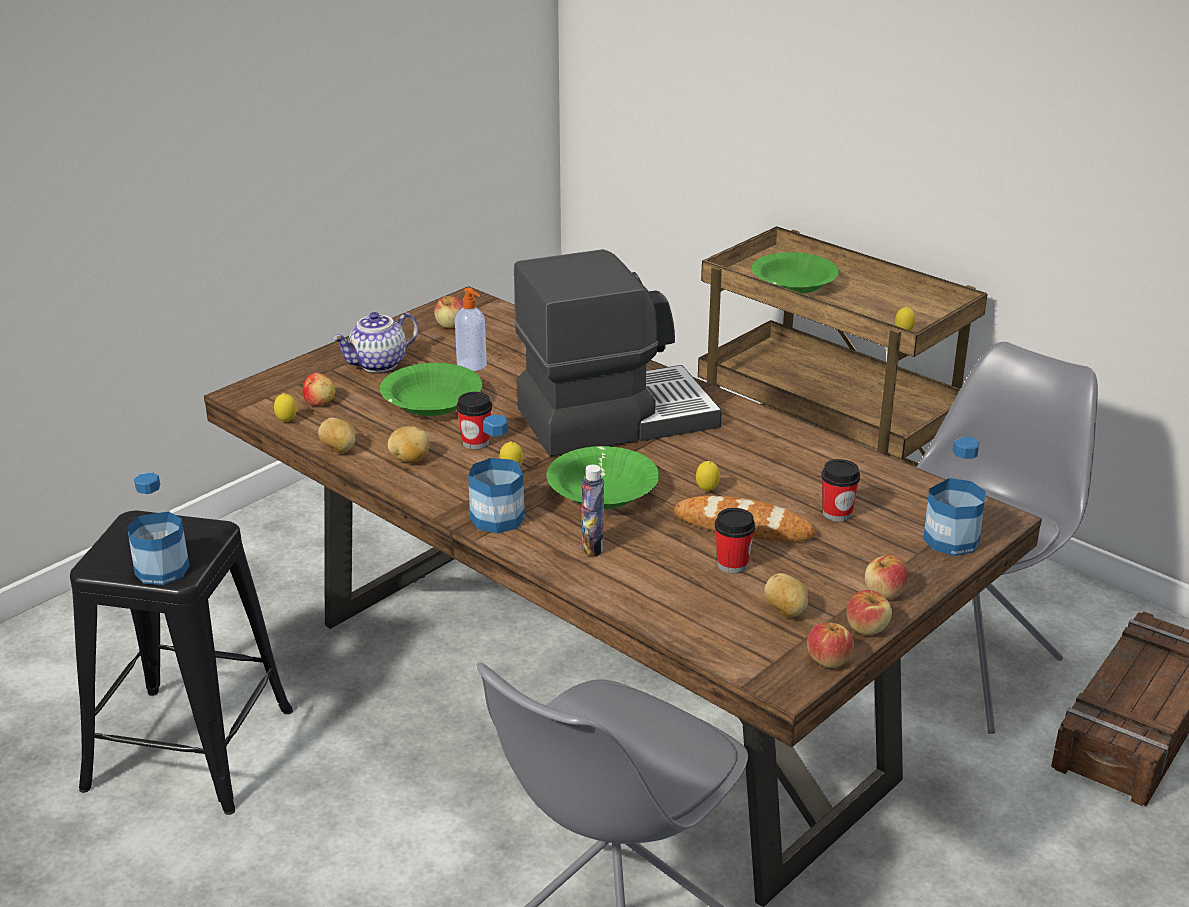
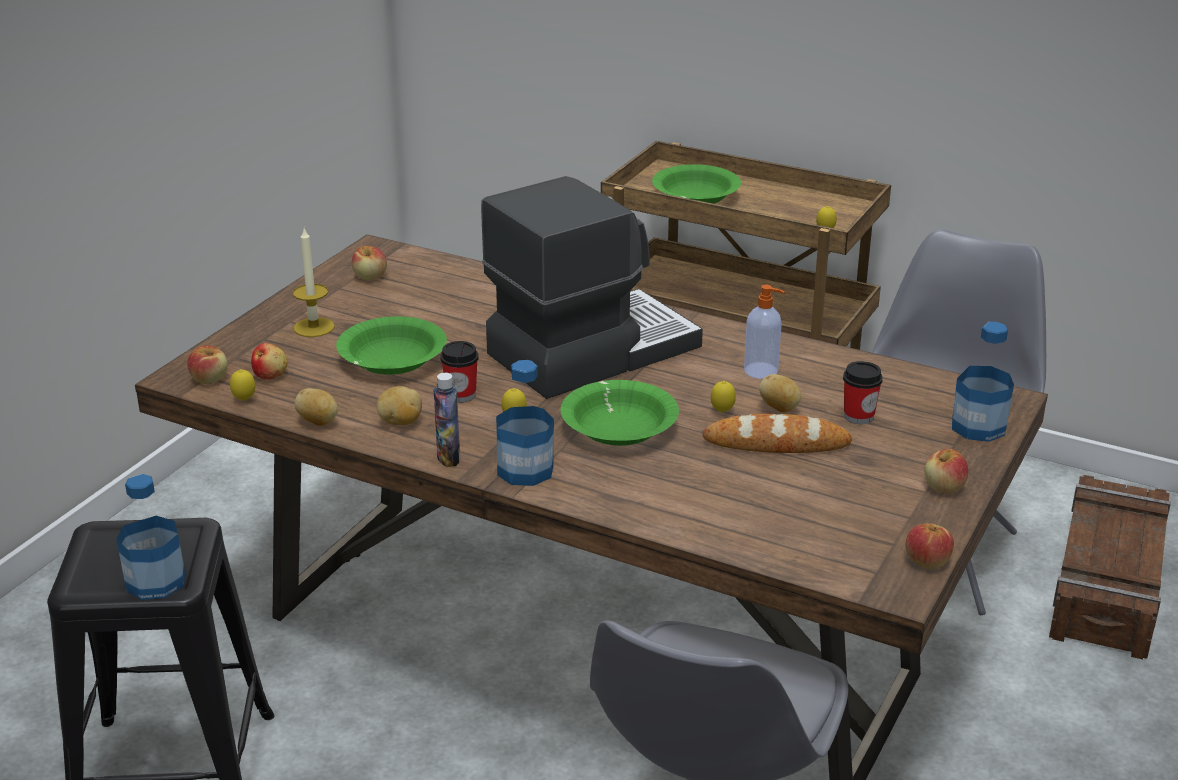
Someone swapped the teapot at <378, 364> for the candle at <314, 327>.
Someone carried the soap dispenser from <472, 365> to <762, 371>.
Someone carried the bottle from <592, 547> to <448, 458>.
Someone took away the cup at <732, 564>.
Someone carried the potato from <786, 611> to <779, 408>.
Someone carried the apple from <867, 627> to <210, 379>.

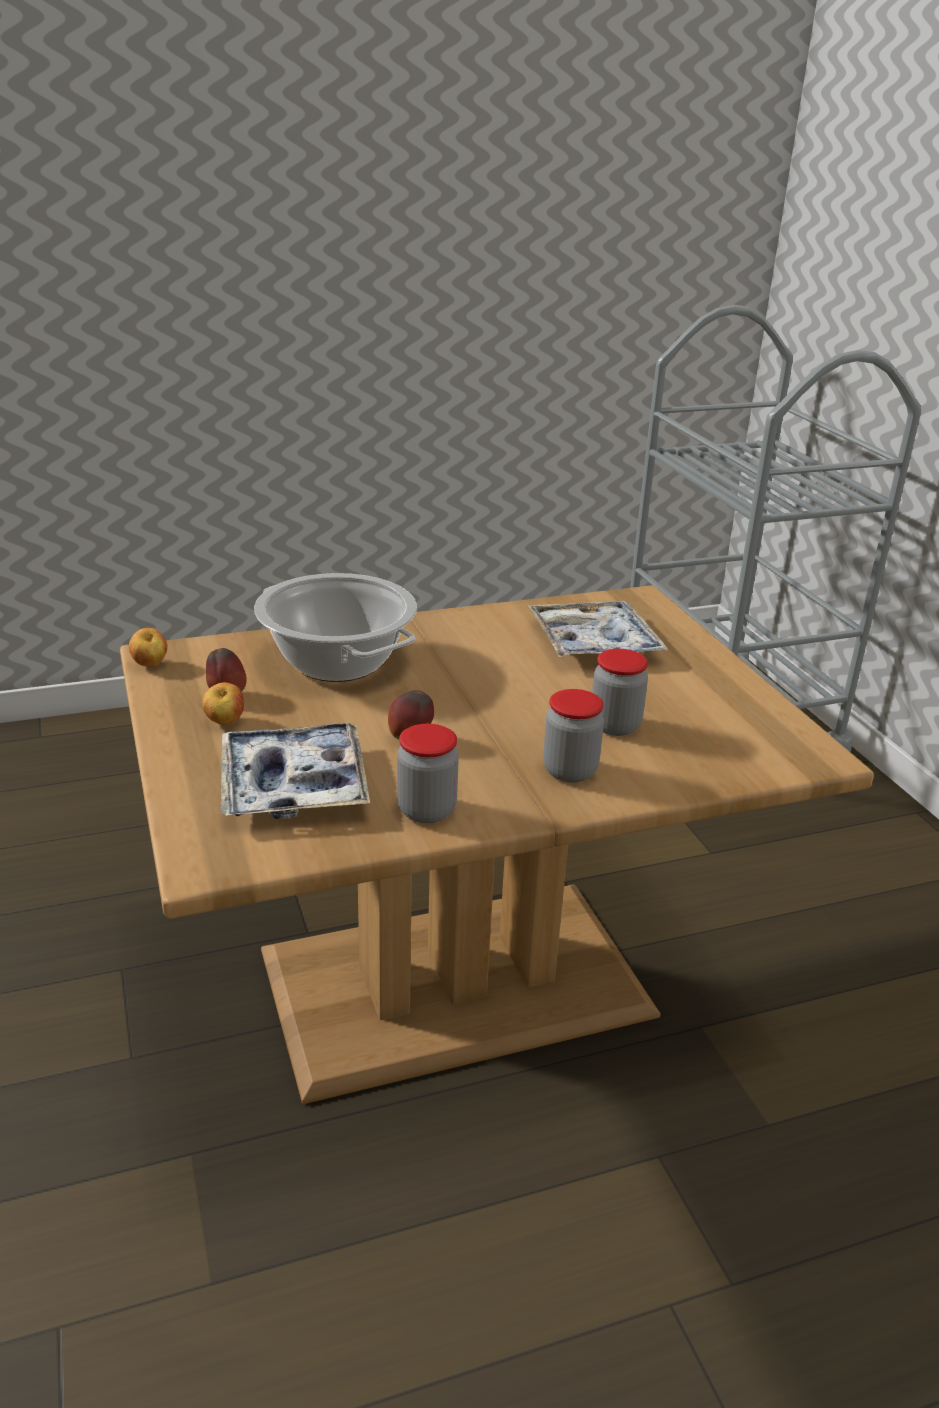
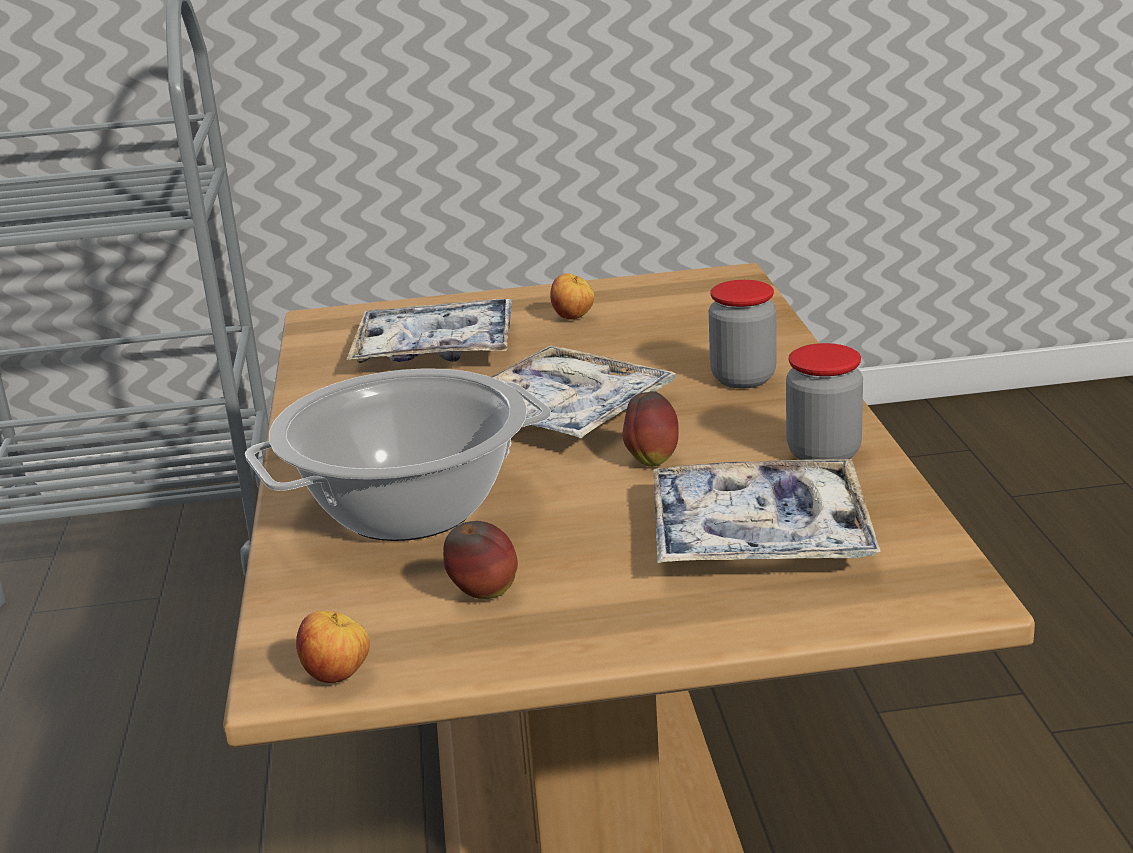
Someone carried the apple from <224, 722> to <573, 318>.
Someone took away the jar at <615, 726>.
Someone put down the tray at <566, 412>.

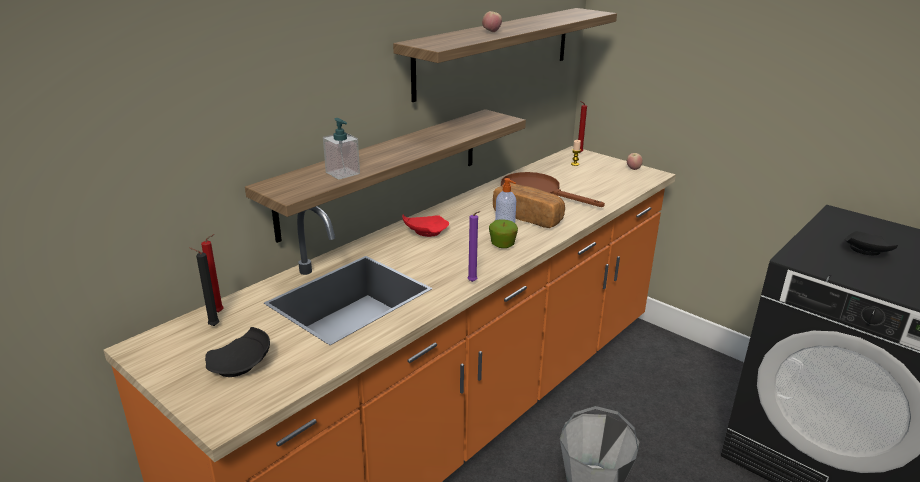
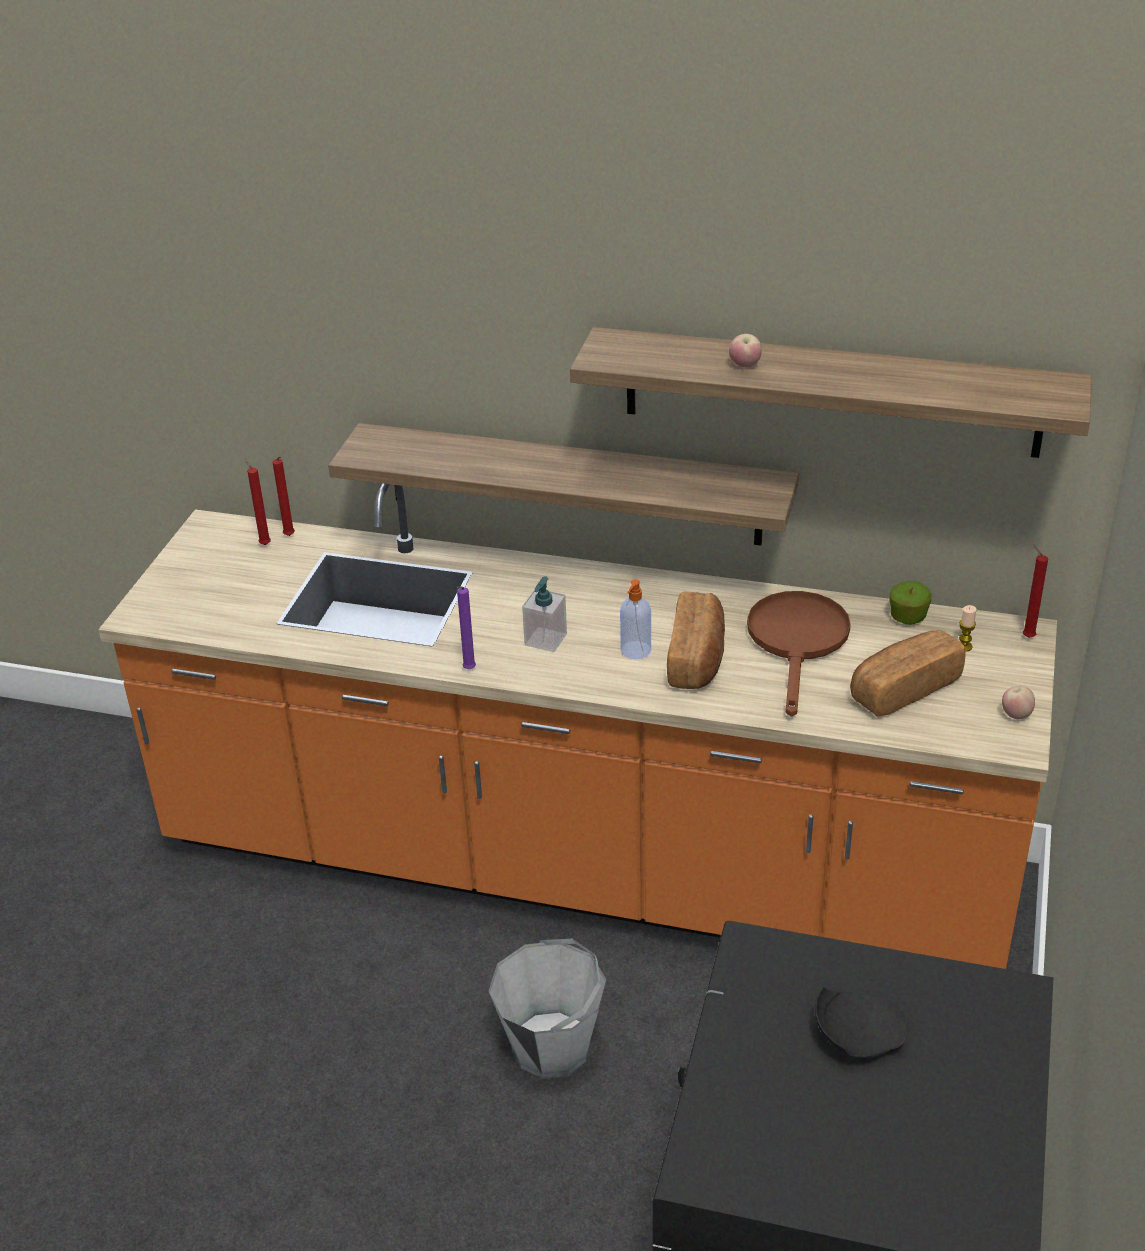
Someone repainted the black candle at <212, 326>, which became the red candle at <264, 544>.
Someone took away the black plate at <241, 365>.
Someone carried the soap dispenser from <343, 173> to <545, 639>.
Someone took away the red plate at <425, 232>.
Someone carried the apple from <502, 245> to <908, 617>.
Someone put down the bread at <903, 689>.

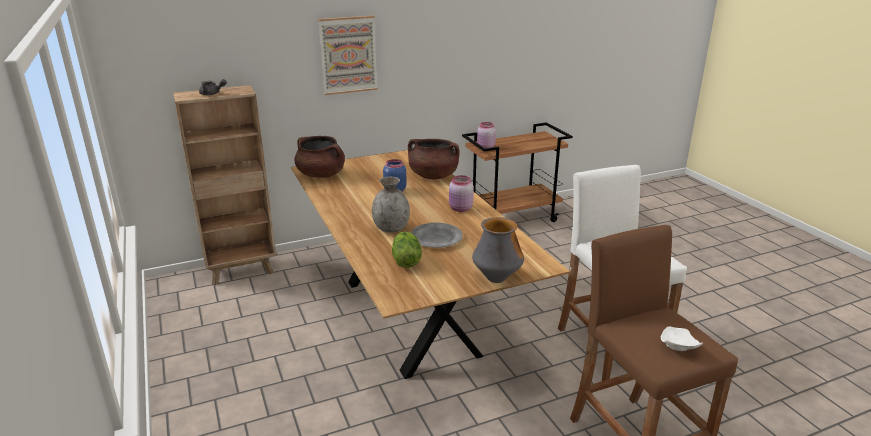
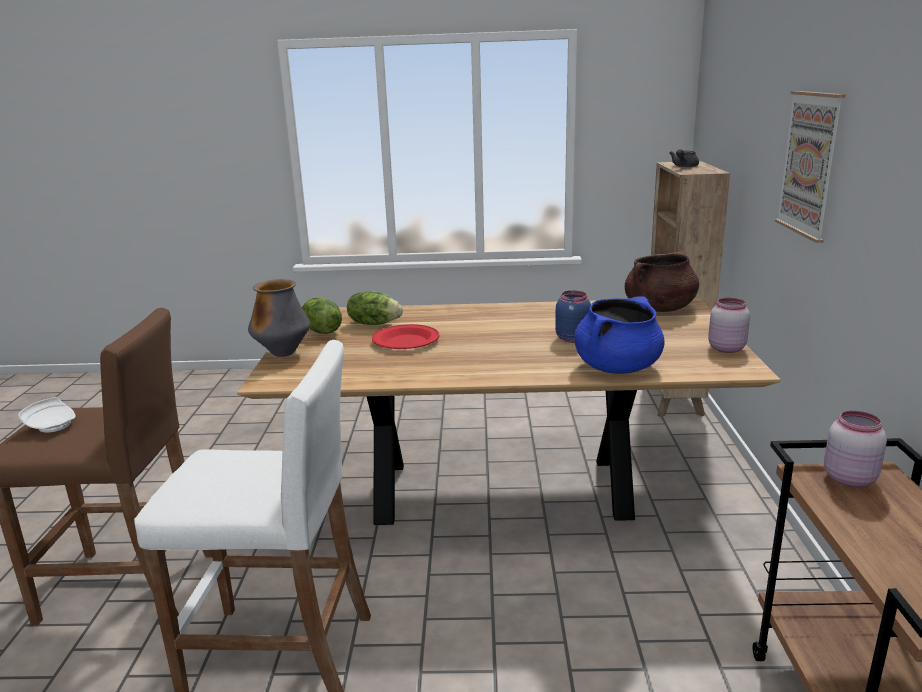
Someone took away the grey vase at <391, 228>.
Someone repainted the brown cooking pot at <433, 176>, which became the blue cooking pot at <617, 367>.
Someone repainted the grey plate at <436, 238>, which became the red plate at <406, 341>.
Someone carried the pink jar from <460, 209> to <725, 348>.
Someone put down the lettuce at <321, 331>.

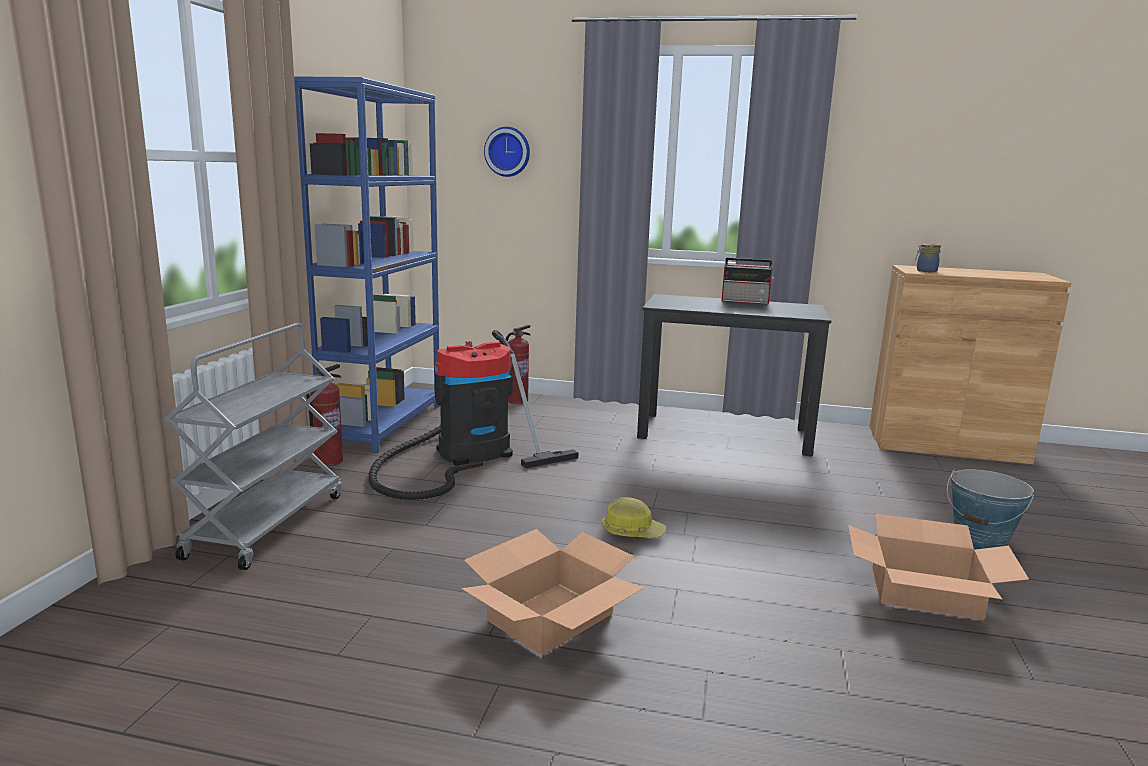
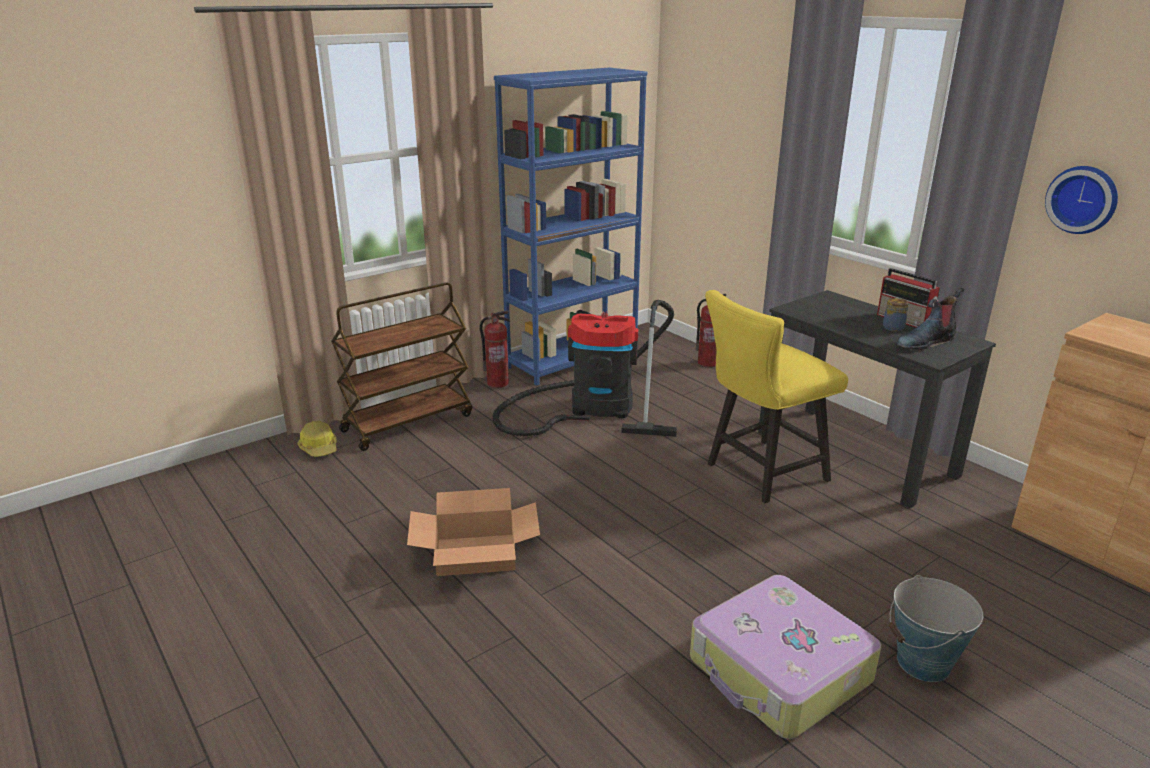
Someone repainted the grey cart at <267, 524>, which became the brown cart at <408, 422>.
Someone carried the wall clock from <508, 152> to <1083, 199>.
Someone carried the hard hat from <632, 531> to <319, 448>.
Someone swapped the cardboard box at <925, 592> for the suitcase at <779, 671>.
Someone carried the jar from <925, 271> to <892, 327>.
Someone put down the yellow chair at <759, 474>.
Someone put down the boot at <925, 342>.

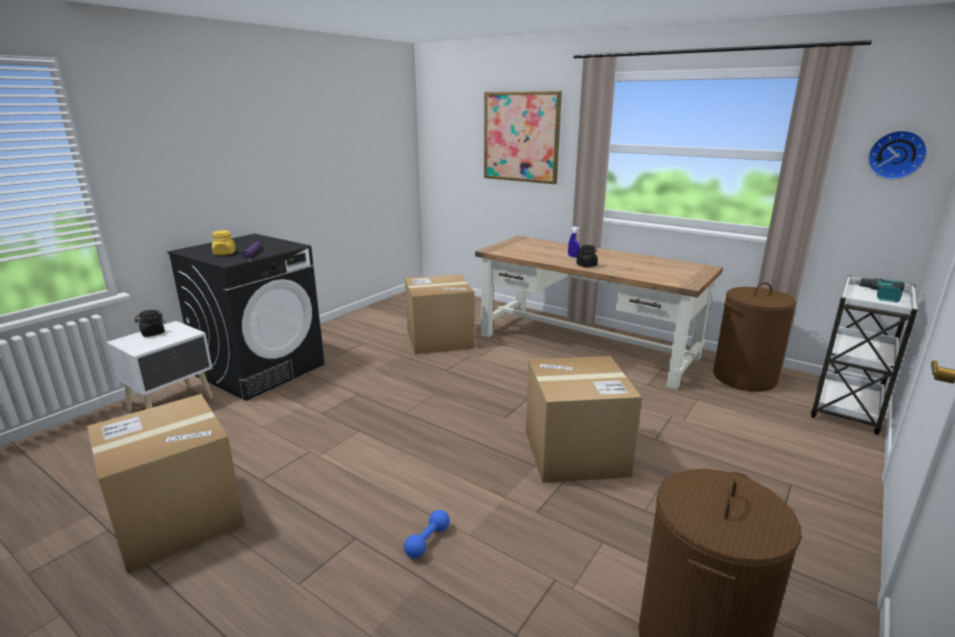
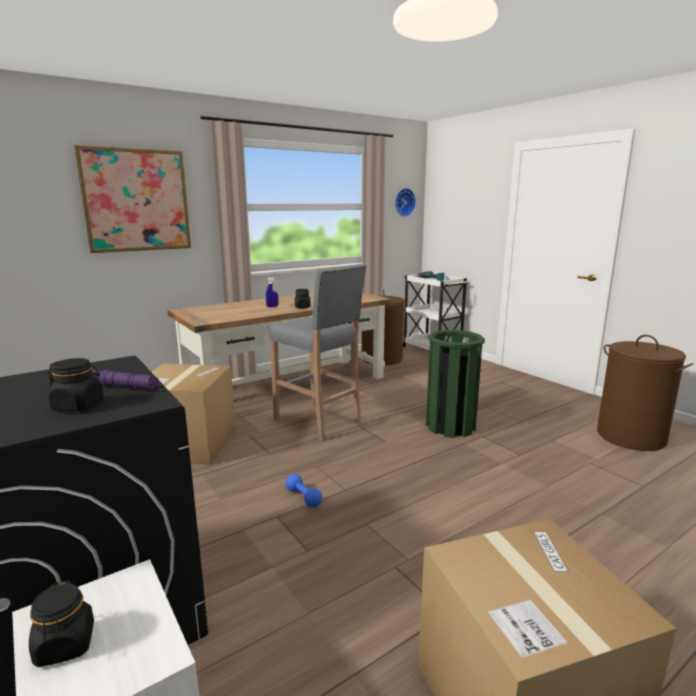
Someone repainted the yellow jar at <224, 253>, which became the black jar at <78, 405>.
Someone carried the blue dumbbell from <427, 541> to <303, 497>.
Someone swapped the cardboard box at <575, 453> for the green trash can at <450, 426>.
Someone put down the grey stool at <318, 422>.

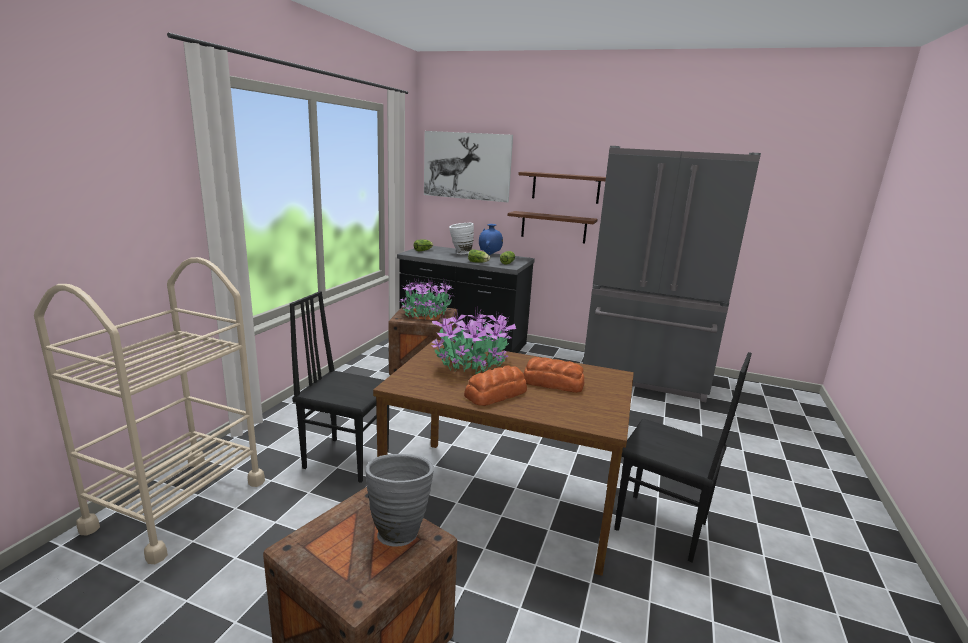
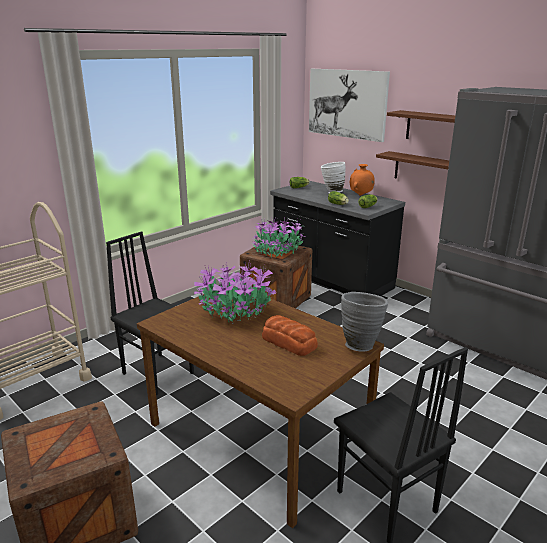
Someone carried the grey vase from <399, 530> to <360, 344>.
Someone took away the bread at <496, 394>.
Someone repainted the blue vase at <490, 254>, which became the orange vase at <361, 195>.

